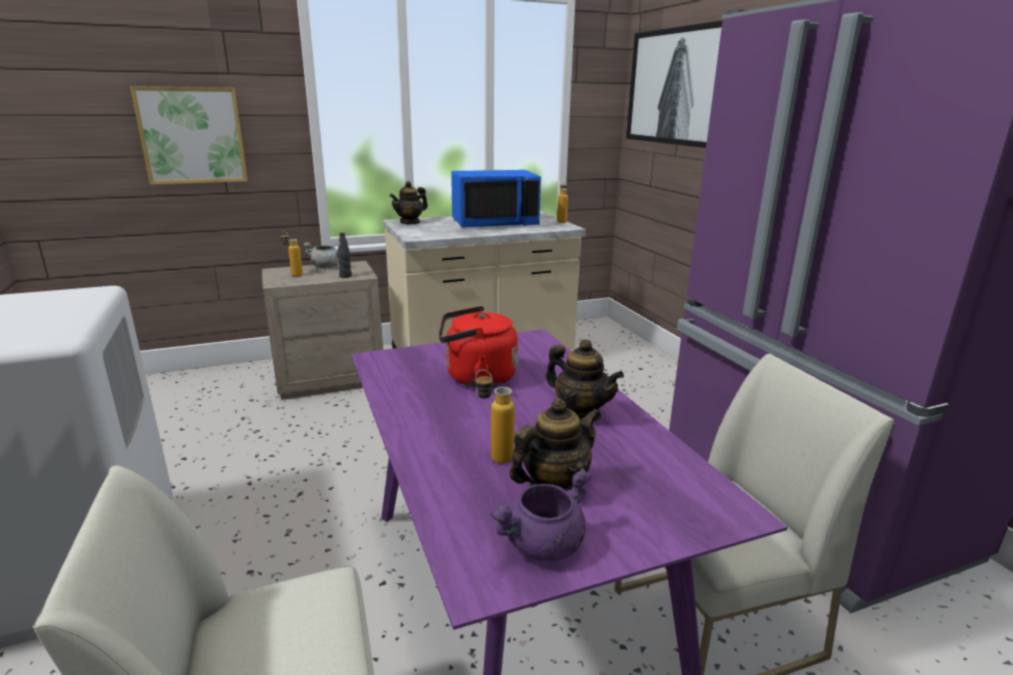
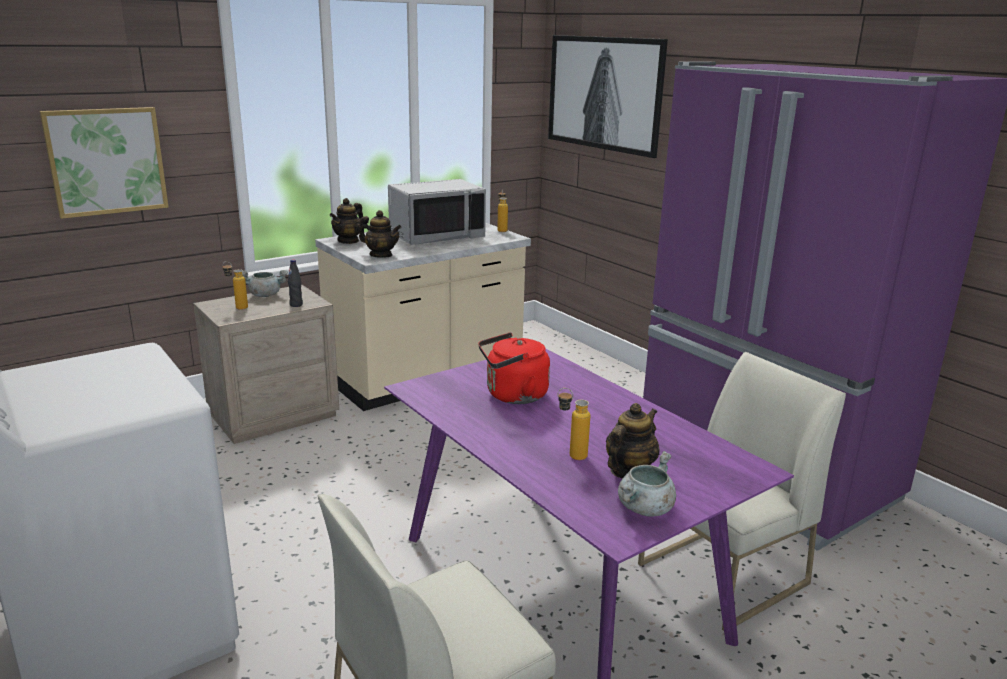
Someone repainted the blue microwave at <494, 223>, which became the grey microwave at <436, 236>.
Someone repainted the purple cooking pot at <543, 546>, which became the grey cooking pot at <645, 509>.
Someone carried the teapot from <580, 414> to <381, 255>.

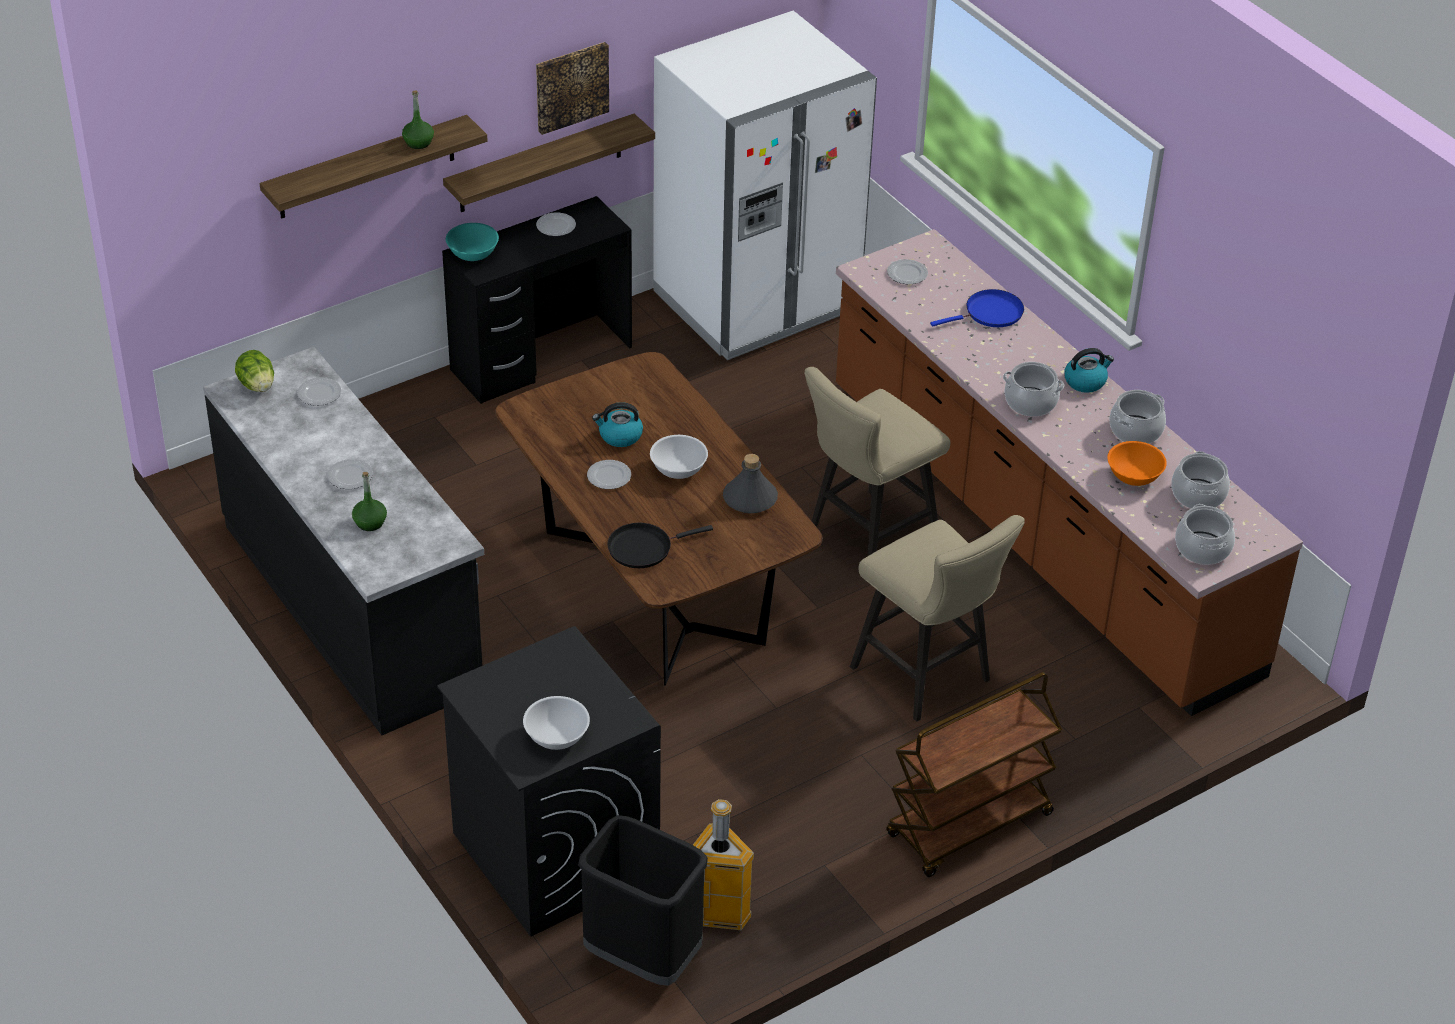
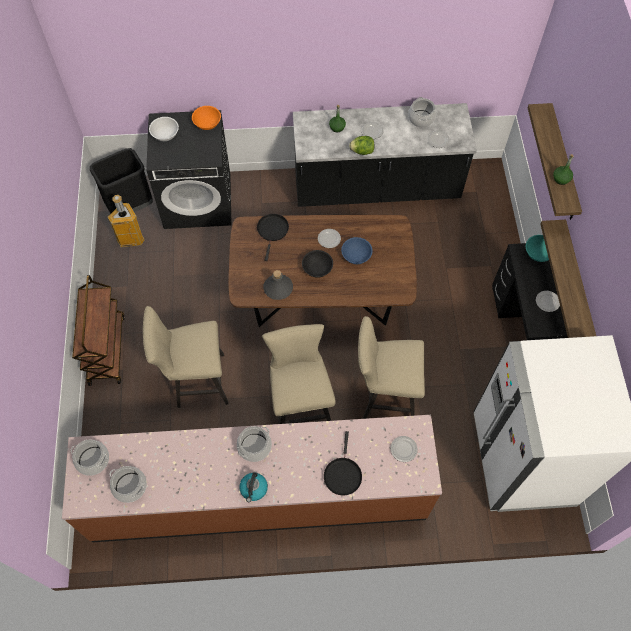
Someone carried the lettuce from <257, 385> to <362, 151>.
Someone took away the picture at <571, 86>.
Someone swapped the kettle at <619, 436> for the blue bowl at <356, 256>.
Someone repainted the white bowl at <679, 469>, which became the black bowl at <317, 269>.
Someone repainted the blue frying pan at <990, 313>, which became the black frying pan at <342, 474>.
Someone carried the orange bowl from <1134, 476> to <207, 124>.
Someone carried the cooking pot from <1136, 431> to <421, 118>.
Someone put down the beige stool at <384, 396>.

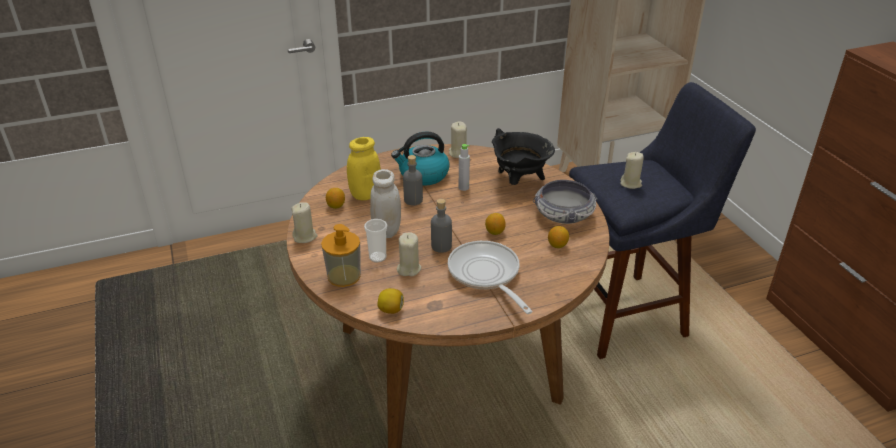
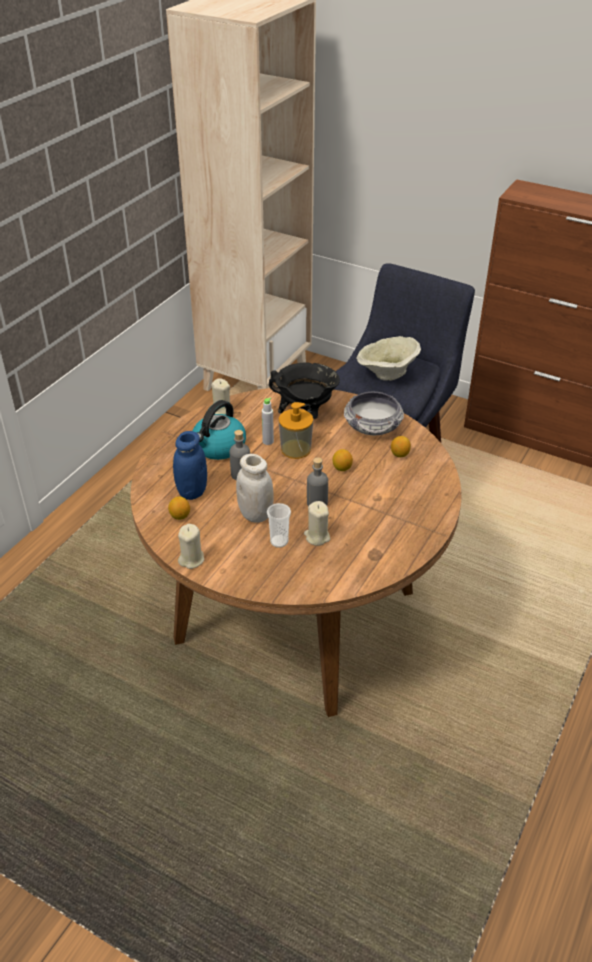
Someone carried the soap dispenser from <344, 276> to <295, 449>.
Someone repainted the yellow jar at <365, 195>, which became the blue jar at <192, 491>.
Someone took away the lemon at <391, 310>.
Someone took away the frying pan at <486, 275>.
Someone swapped the beige candle at <631, 183> for the beige bowl at <387, 374>.

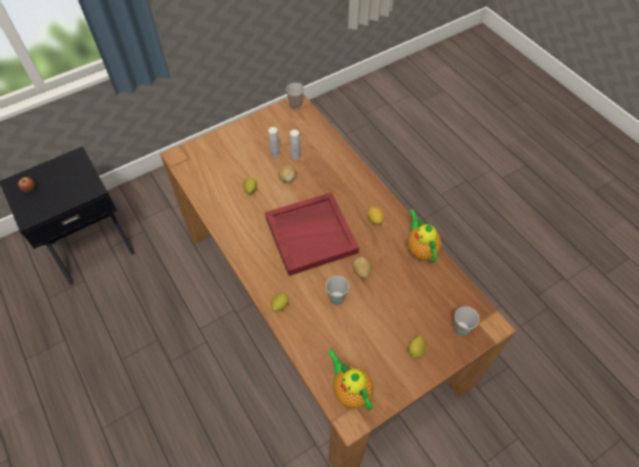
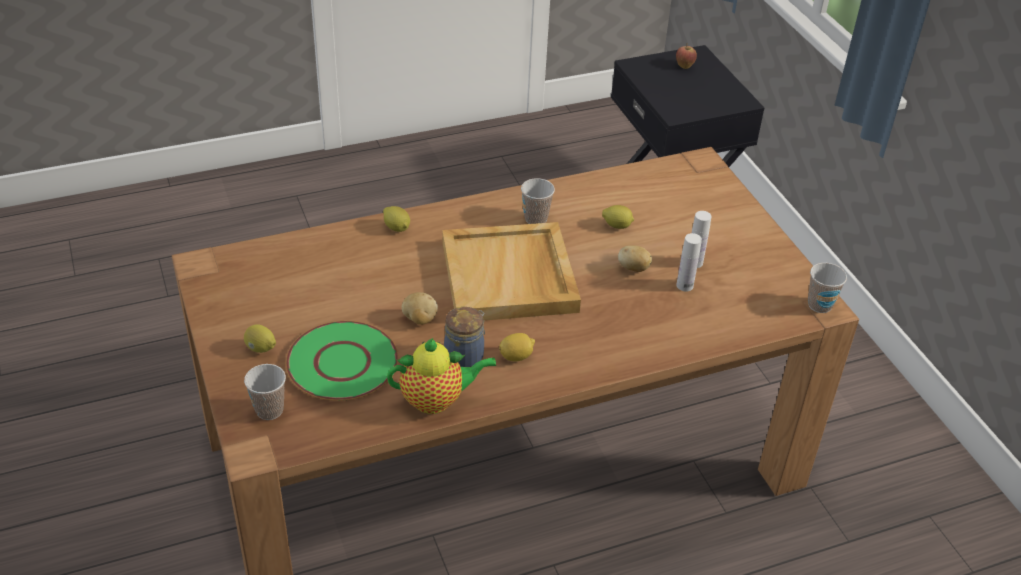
Someone repainted the red tray at <311, 234>, which became the beige tray at <510, 277>.
Someone carried the cup from <336, 298> to <535, 219>.
Someone took away the teapot at <350, 390>.
Someone put down the green plate at <342, 362>.
Someone put down the jar at <465, 356>.

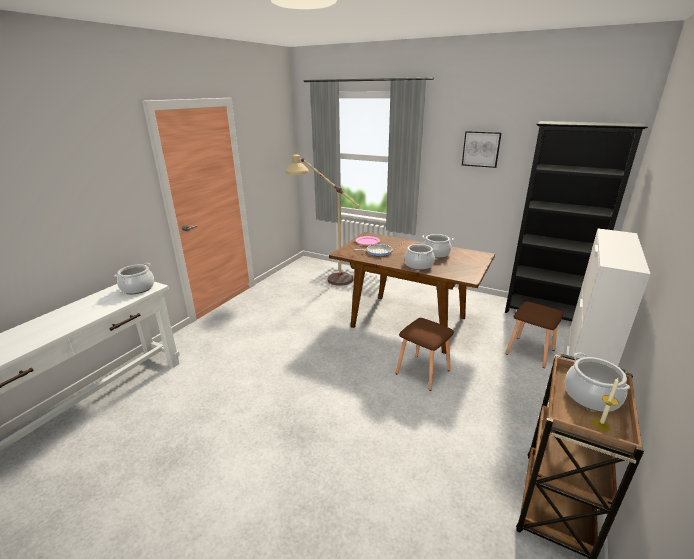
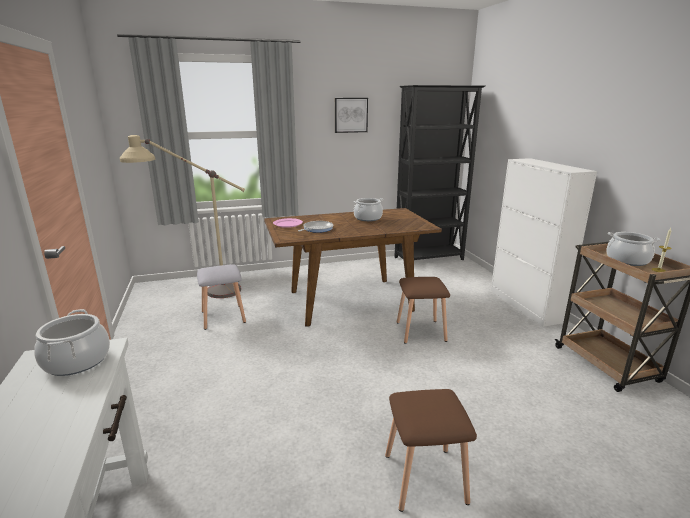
Someone took away the cooking pot at <418, 265>.
Someone carried the brown stool from <530, 352> to <426, 479>.
Someone put down the grey stool at <223, 316>.

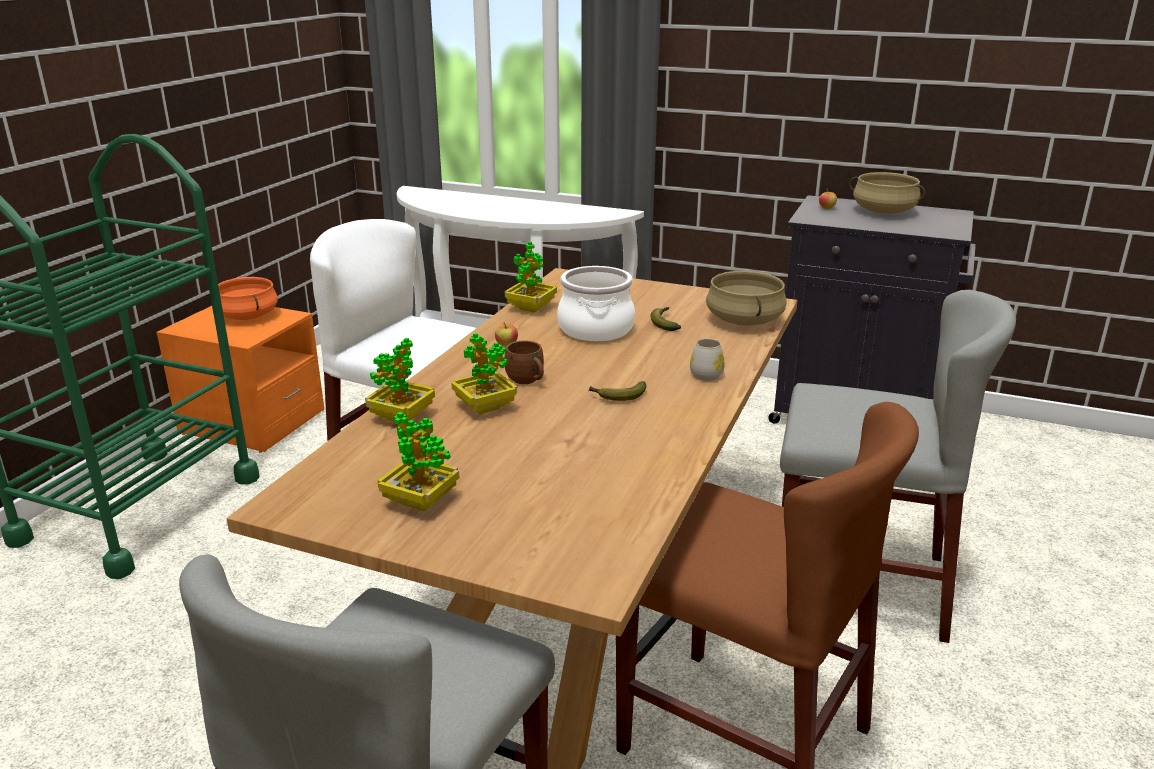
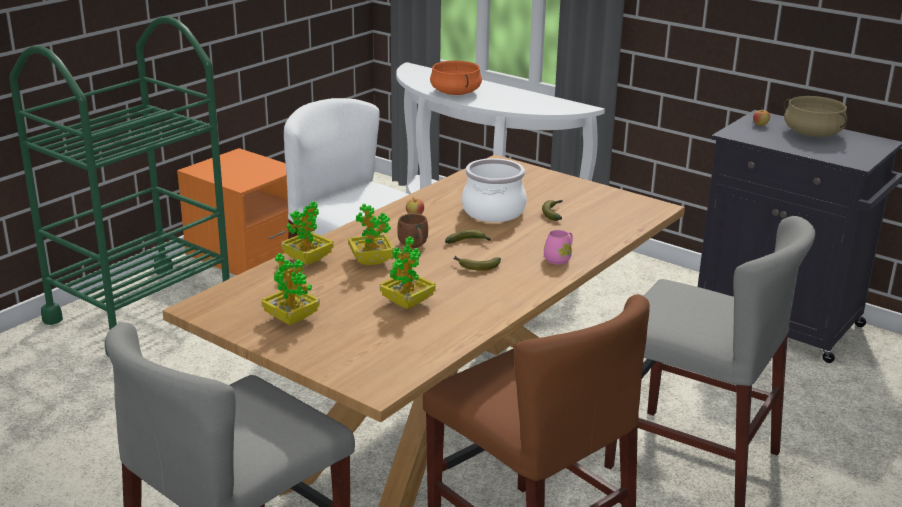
Someone carried the orange cooking pot from <248, 316> to <456, 93>.
Someone carried the potted plant from <531, 308> to <407, 303>.
Someone repainted the white mug at <708, 373>, which became the pink mug at <559, 258>.
Someone took away the beige cooking pot at <743, 320>.
Someone put down the banana at <469, 242>.

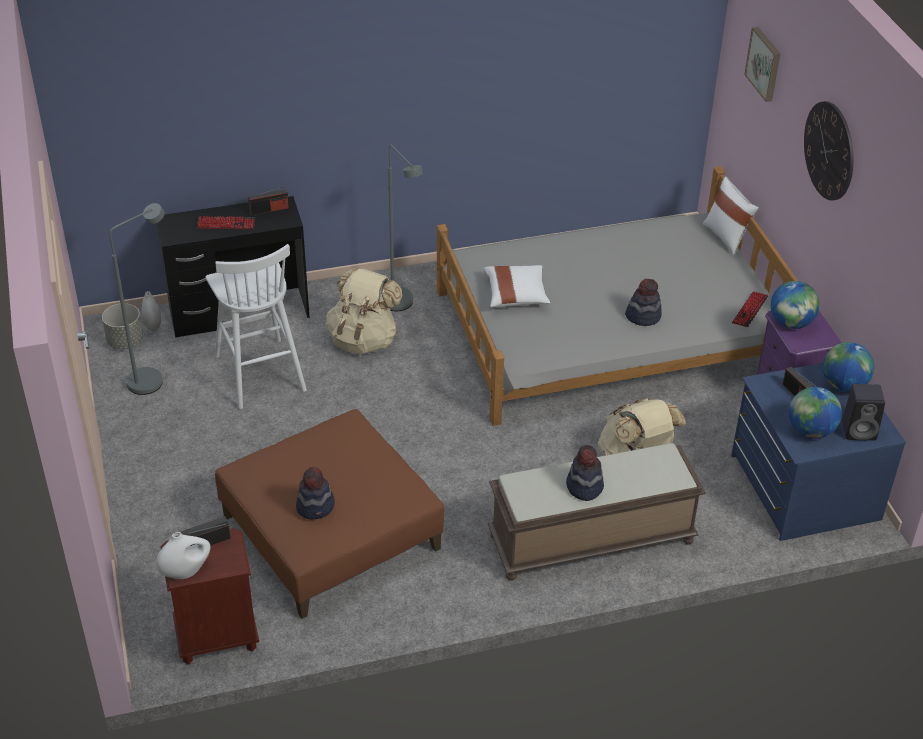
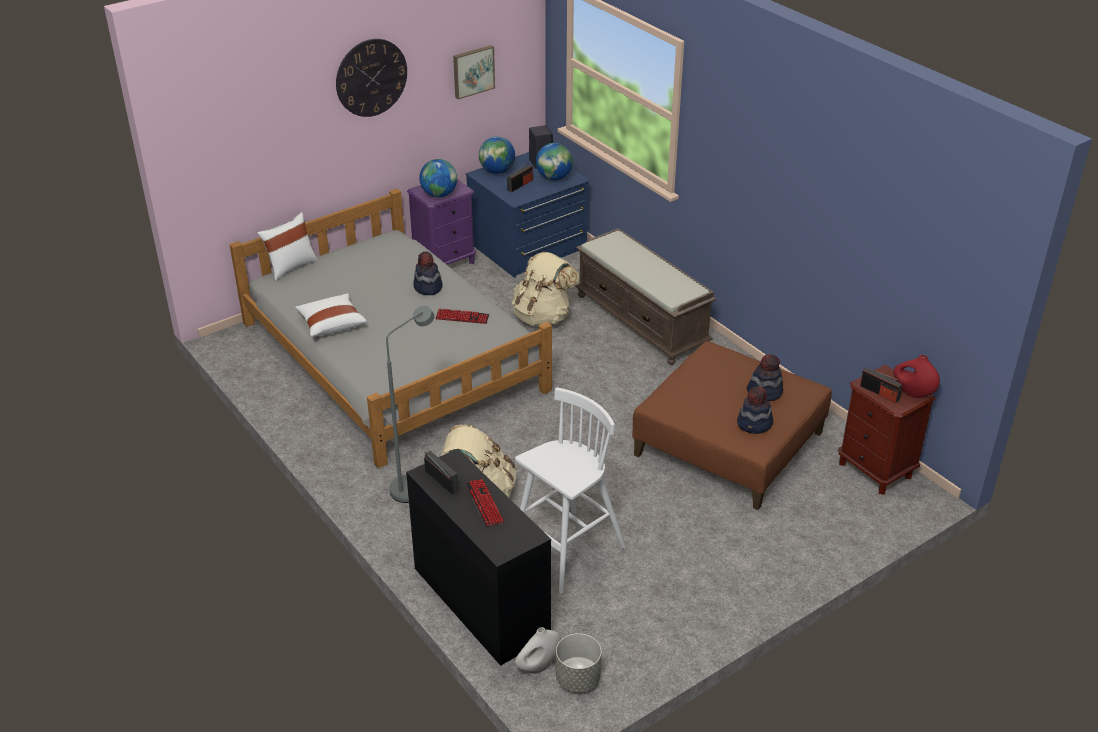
Someone took away the grey floor lamp at <153, 378>.
Someone repainted the white vase at <186, 571>, which became the red vase at <912, 393>.
Someone carried the white pillow from <516, 295> to <331, 324>.
Someone carried the hat from <584, 486> to <754, 424>.
Someone carried the keyboard from <750, 310> to <462, 317>.
Someone carried the picture from <765, 63> to <473, 71>.

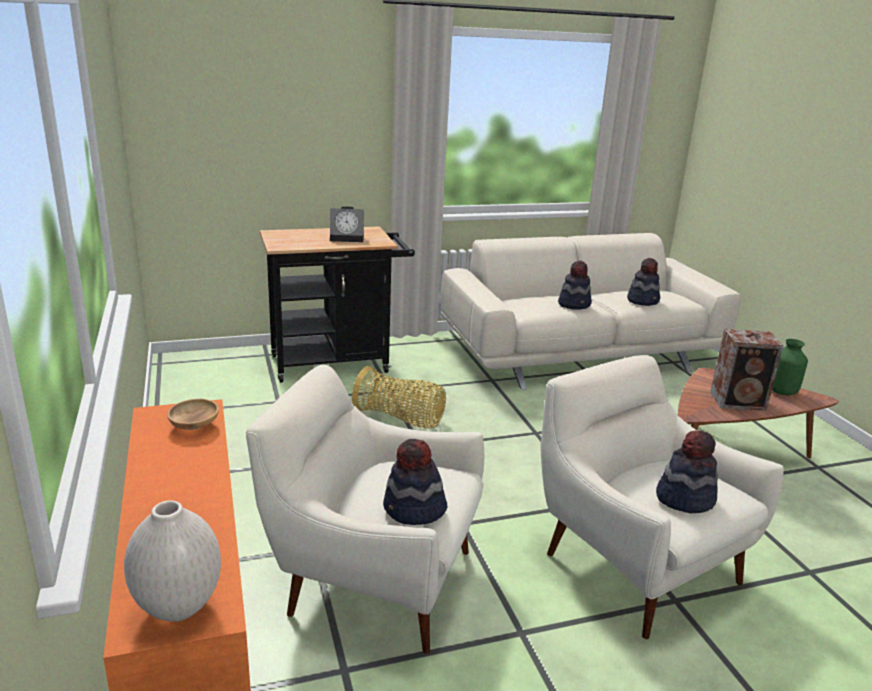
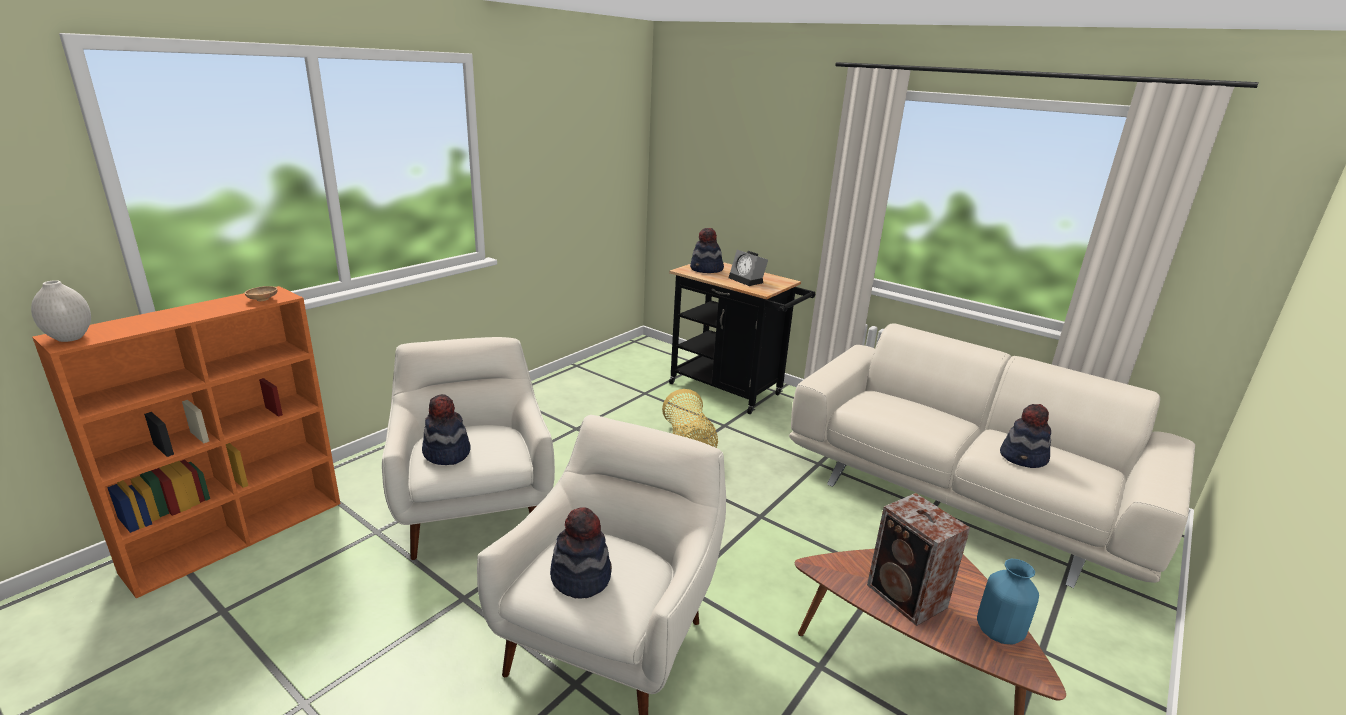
Someone carried the hat from <574, 304> to <706, 269>.
Someone repainted the green vase at <781, 391>, which became the blue vase at <998, 631>.

